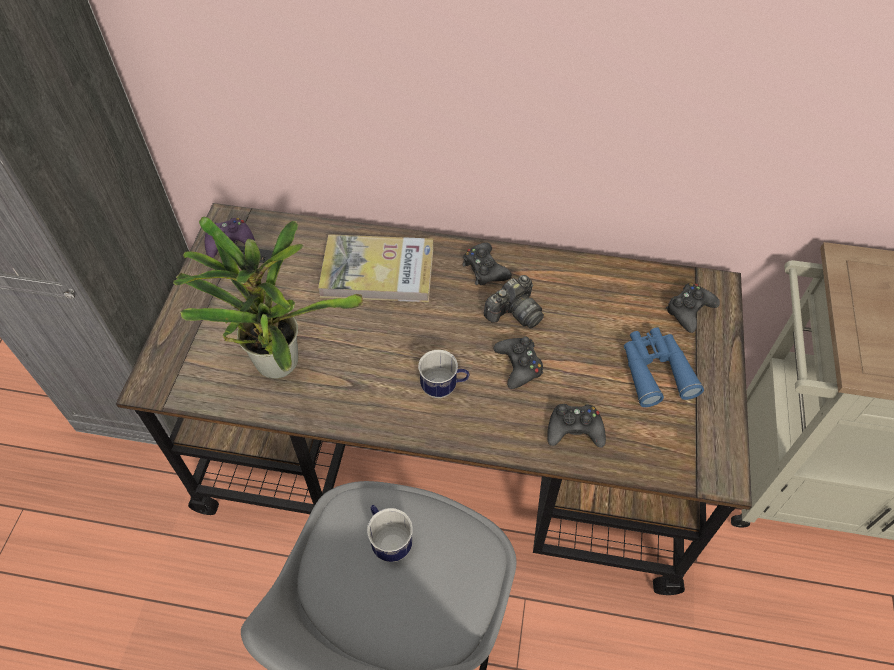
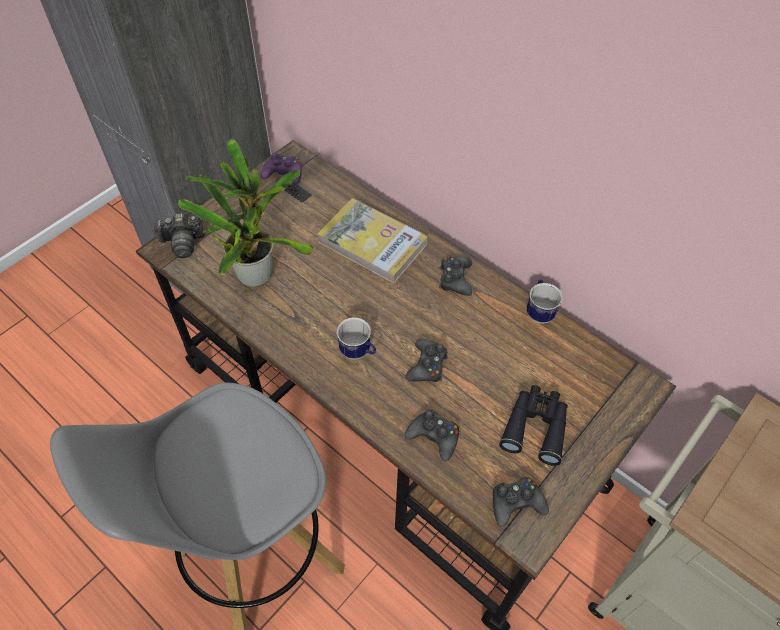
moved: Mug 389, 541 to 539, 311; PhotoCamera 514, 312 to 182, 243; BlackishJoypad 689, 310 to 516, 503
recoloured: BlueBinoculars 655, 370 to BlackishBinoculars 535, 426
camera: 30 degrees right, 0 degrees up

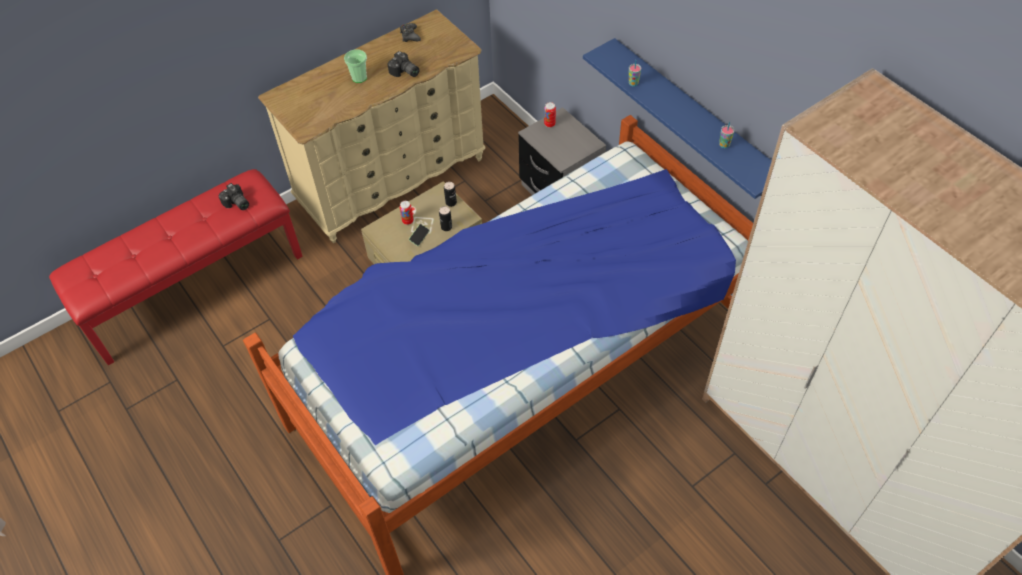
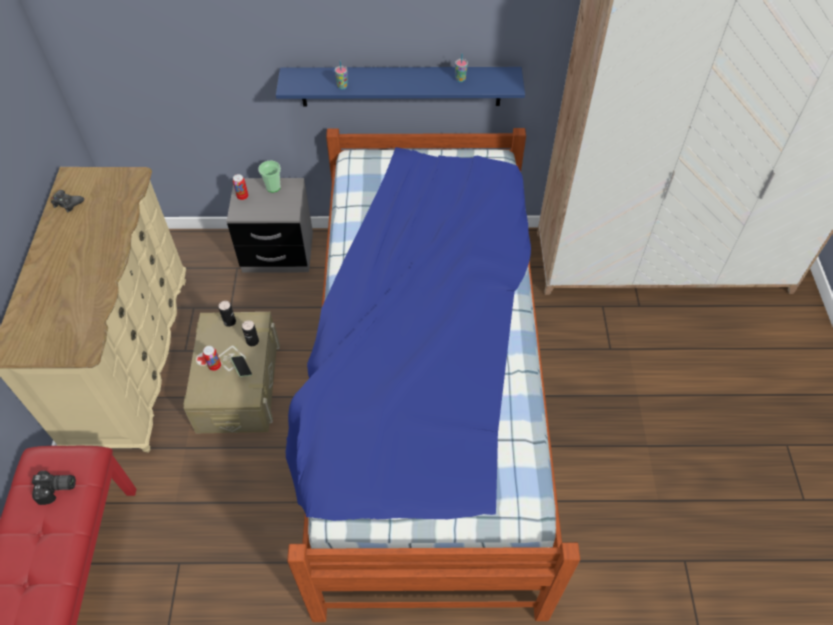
removed: PhotoCamera 404, 72
moved: SmallCup 359, 78 to 273, 187
camera: 55 degrees left, 0 degrees up

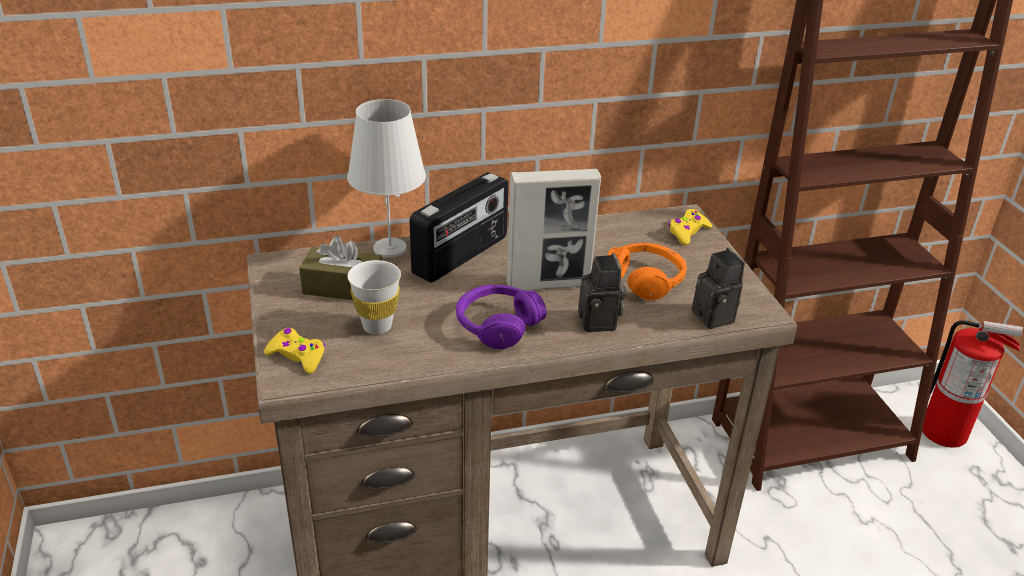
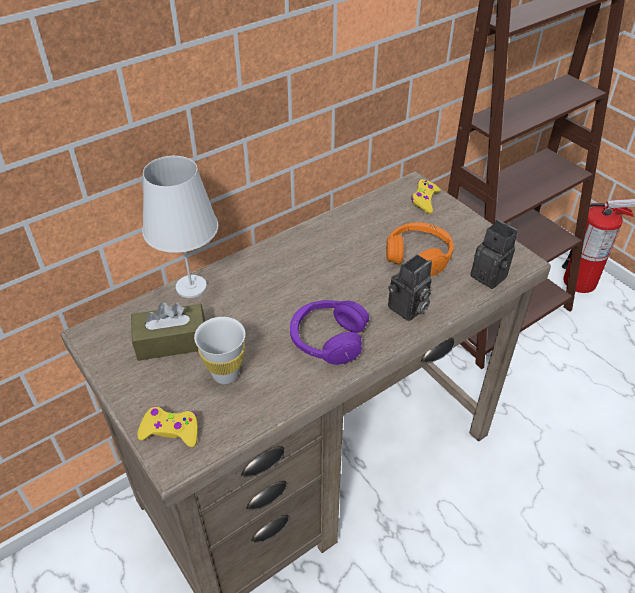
removed: RadioSet 461, 256; StandingFrame 548, 284
turned: PhotoCamera 600, 322 = 408, 309 75 degrees clockwise
camera: 20 degrees left, 10 degrees up

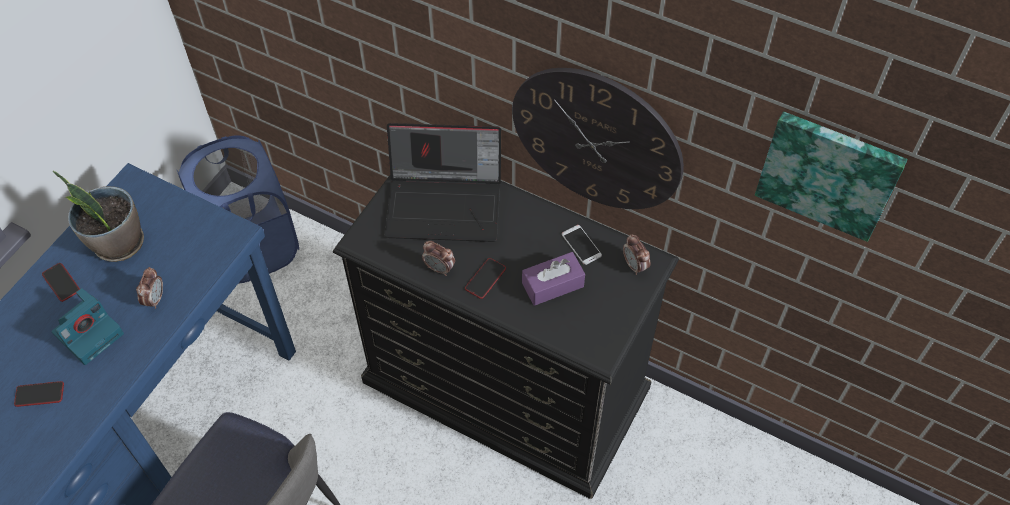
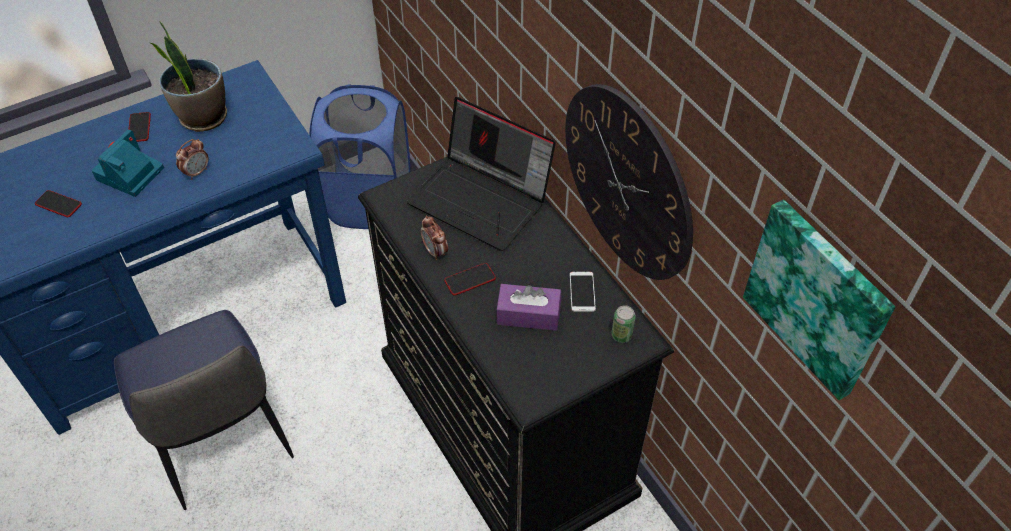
replaced: TableClock 635, 265 to Can 621, 335
turned: PhotoCamera 89, 332 = 129, 175 135 degrees clockwise
camera: 30 degrees right, 5 degrees down

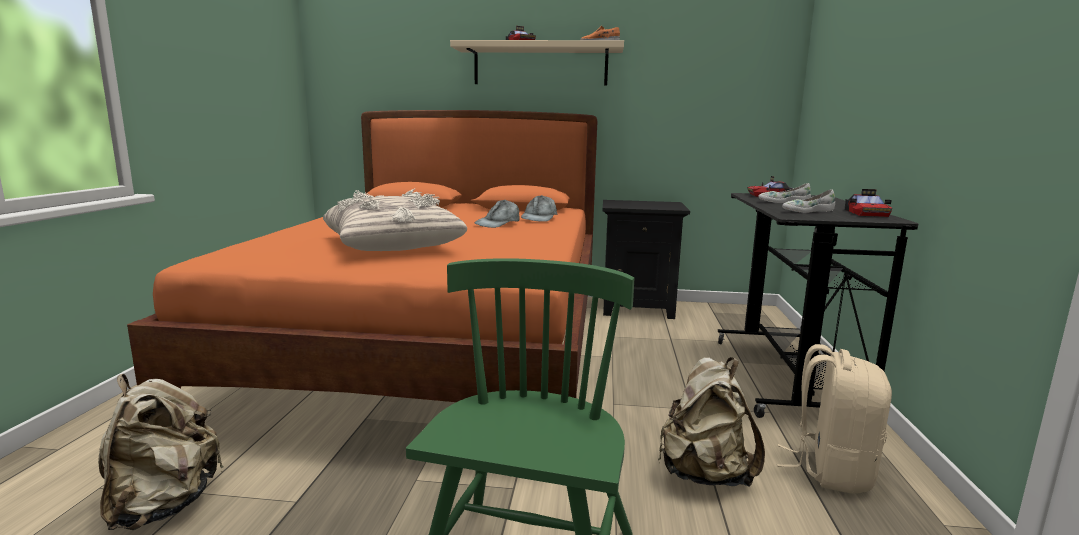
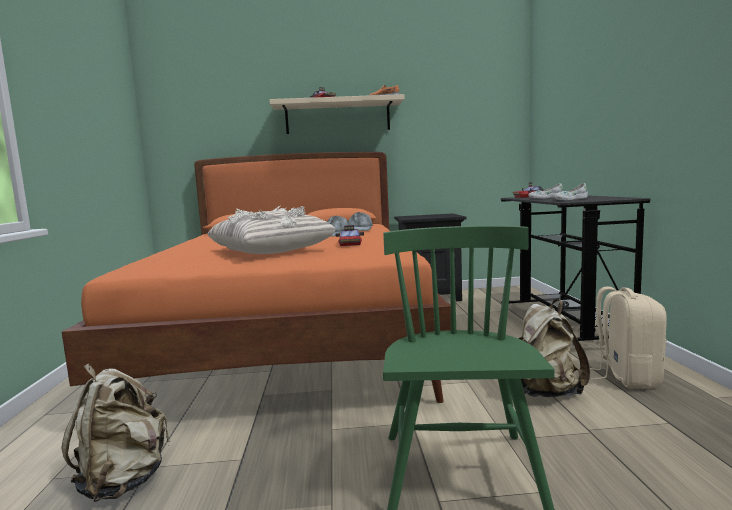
moved: ToyCar 866, 213 to 350, 243
camera: 10 degrees left, 5 degrees down

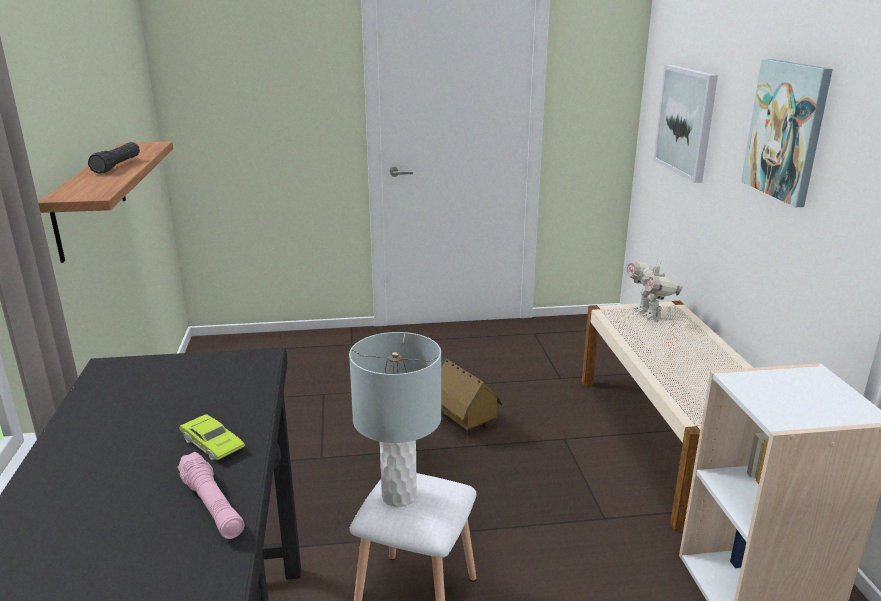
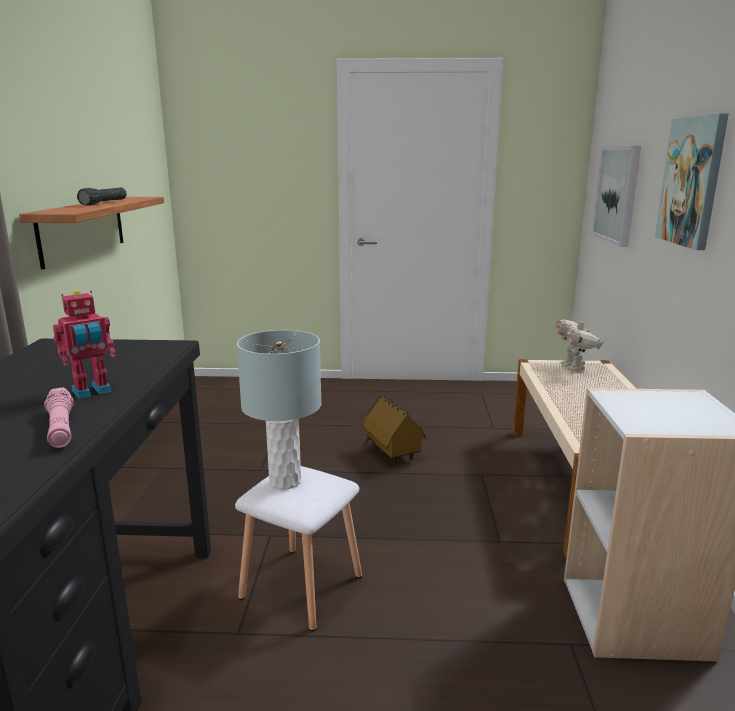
replaced: GreenToyCar 212, 444 to ModelRobot 92, 392
camera: 10 degrees right, 5 degrees down

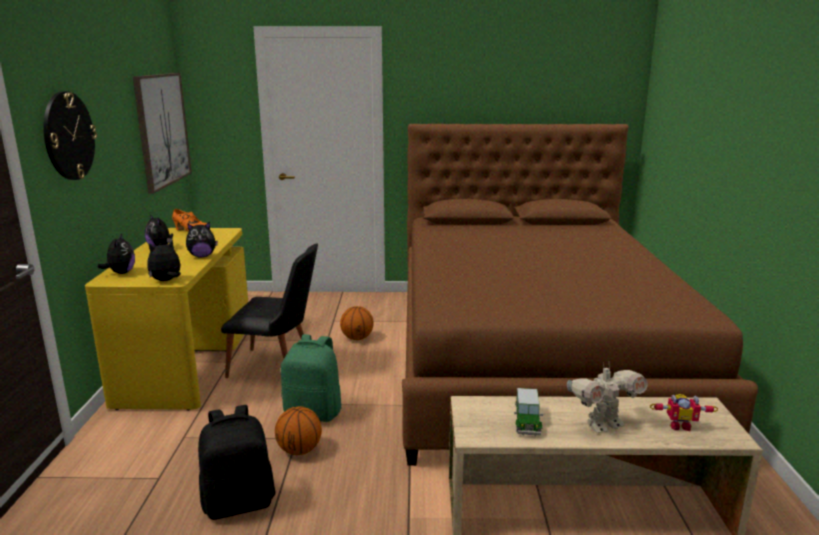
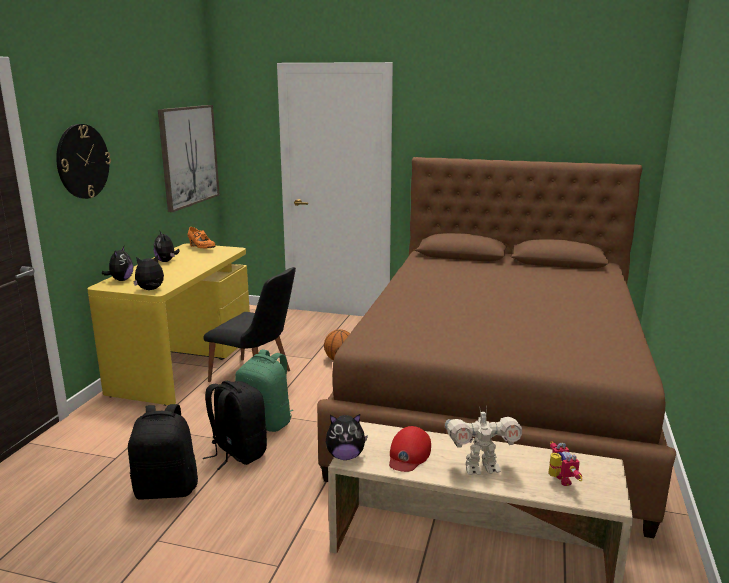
moved: CuddlyToy 202, 256 to 345, 456
replaced: BallForBasketball 299, 450 to BlackishRucksack 237, 453; ToyCar 527, 422 to RedColouredPeakedCap 408, 454
turned: ModelRobot 679, 425 = 559, 480 120 degrees counterclockwise
camera: 15 degrees right, 0 degrees up

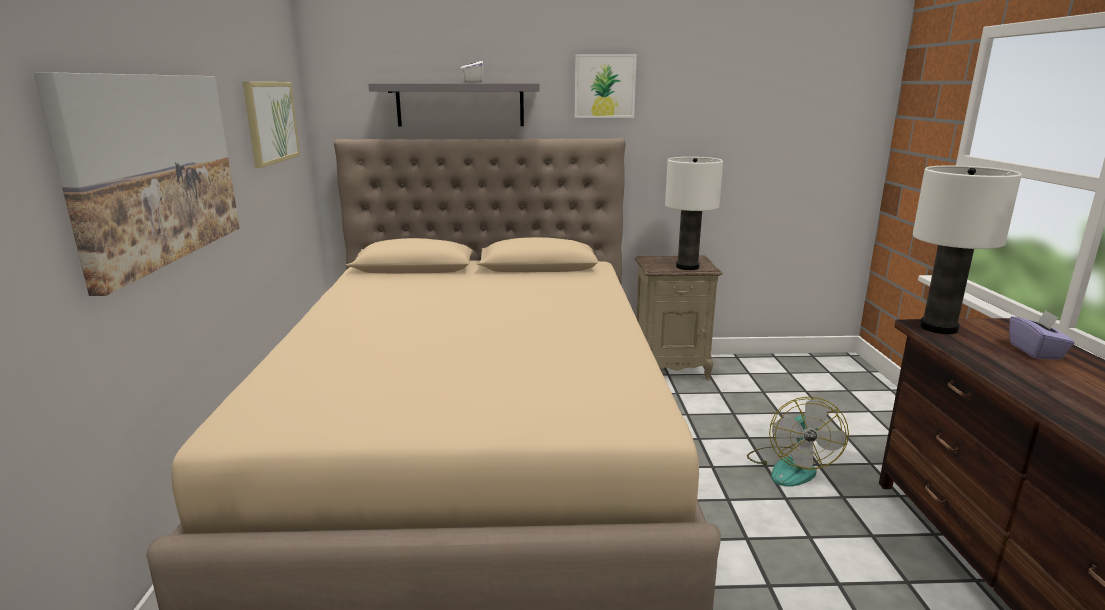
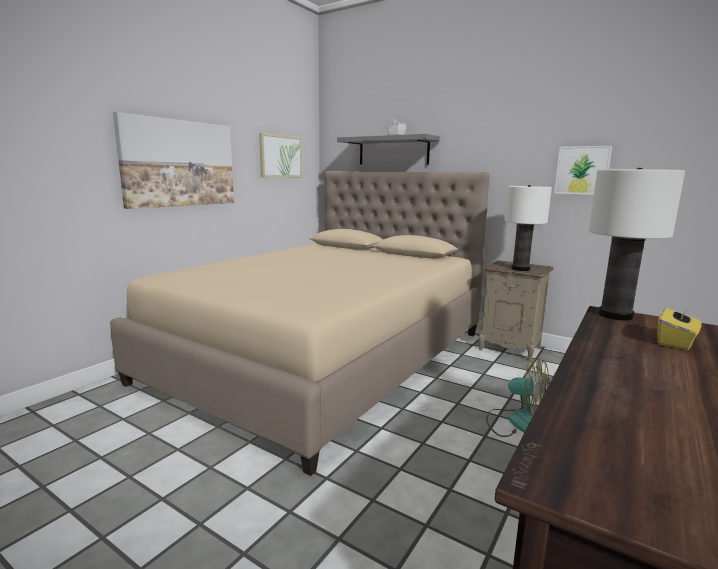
moved: Picture 605, 86 to 582, 170
recoloured: PurpleTissueHolder 1035, 351 to YellowishTissueHolder 675, 342
turned: Fan 790, 467 = 517, 422 105 degrees counterclockwise
camera: 35 degrees right, 5 degrees down

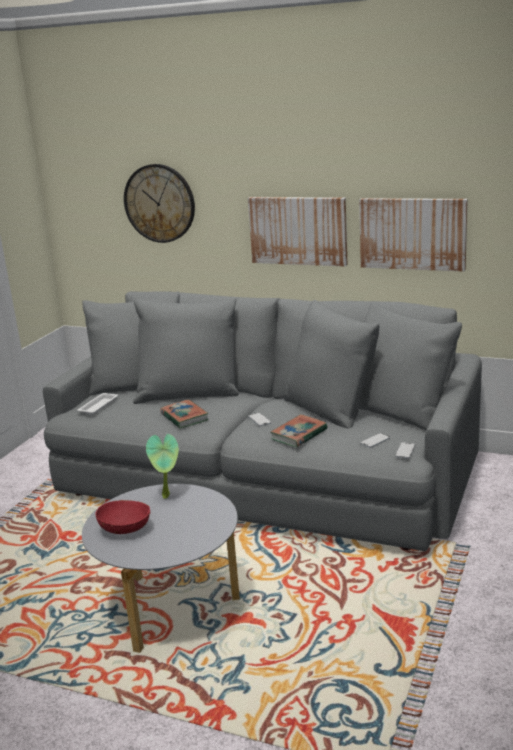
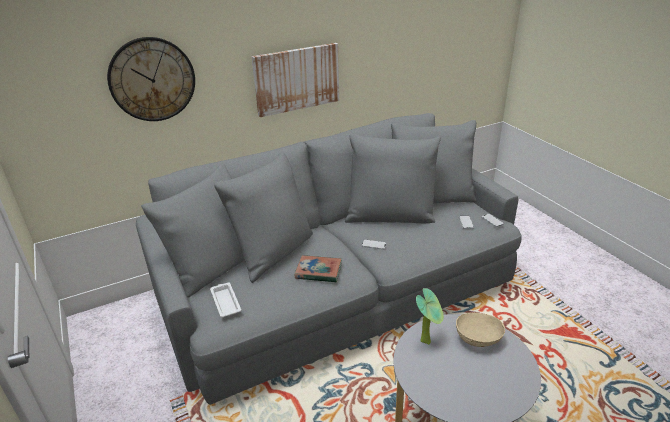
removed: RedColouredBowl 125, 529; Book 299, 434; Picture 412, 233
added: SandColouredBowl 478, 339
camera: 50 degrees left, 10 degrees up

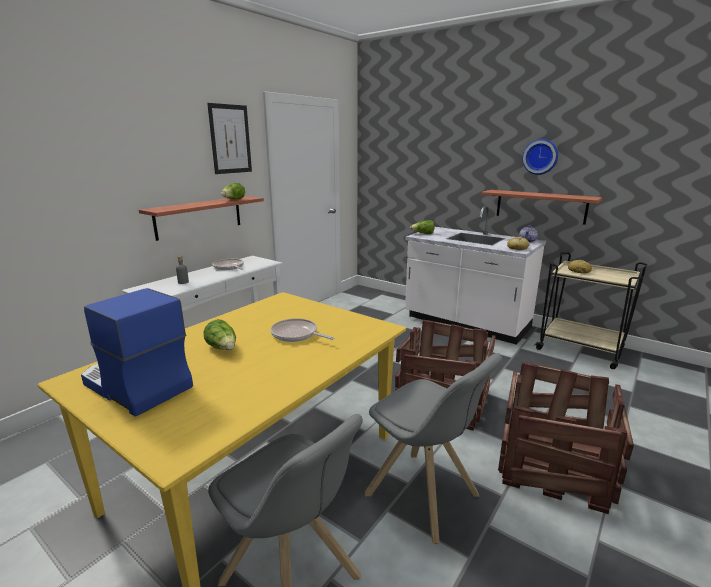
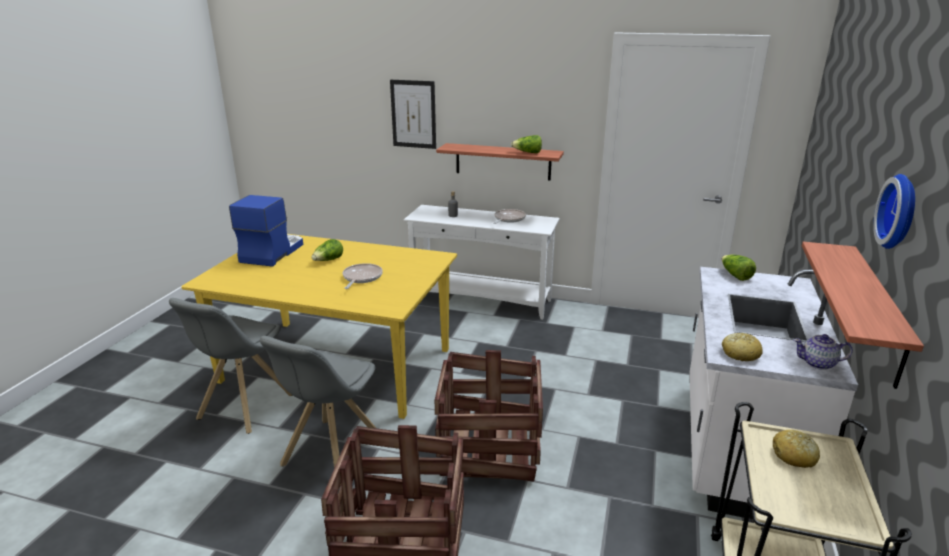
moved: Picture 230, 139 to 413, 114
camera: 70 degrees right, 5 degrees up

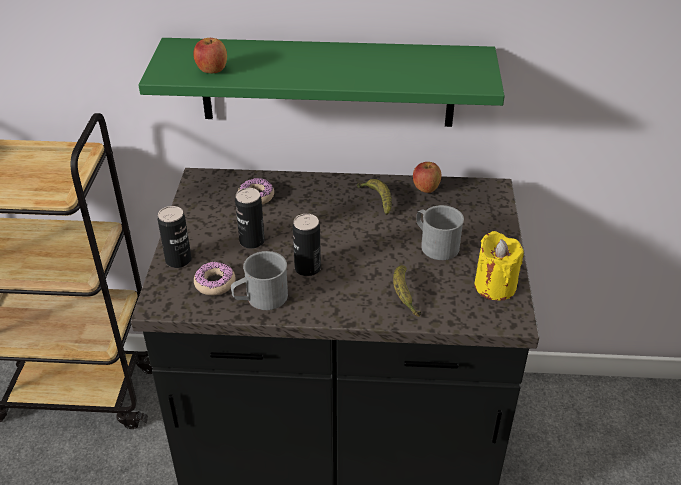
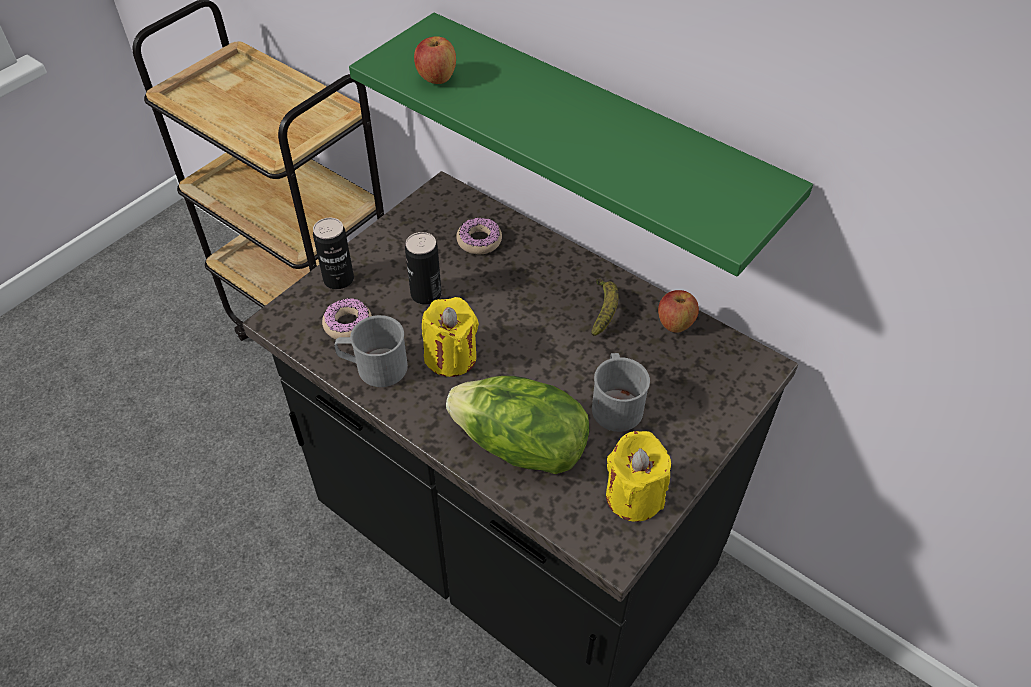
replaced: Can 307, 268 to YellowishCandle 451, 357; BananaFruit 404, 295 to Lettuce 520, 447
camera: 35 degrees right, 10 degrees up

